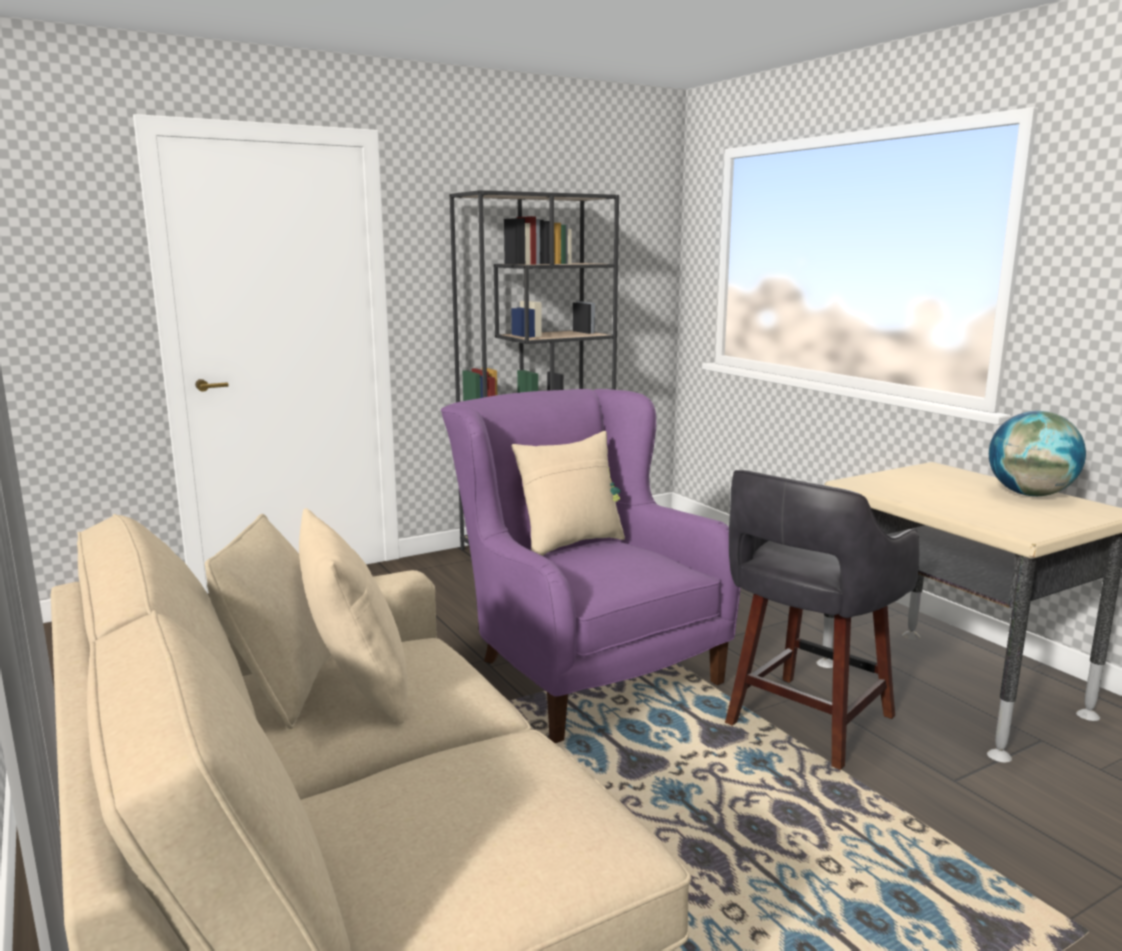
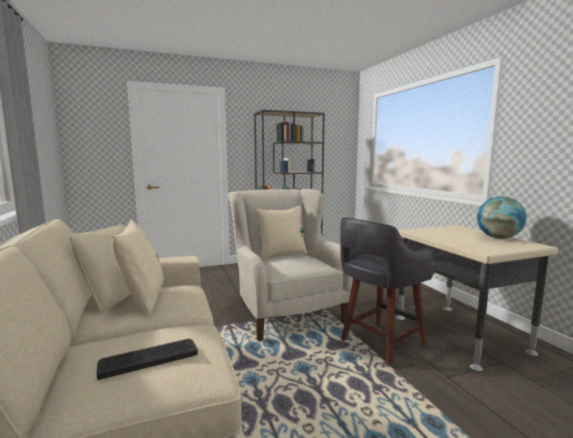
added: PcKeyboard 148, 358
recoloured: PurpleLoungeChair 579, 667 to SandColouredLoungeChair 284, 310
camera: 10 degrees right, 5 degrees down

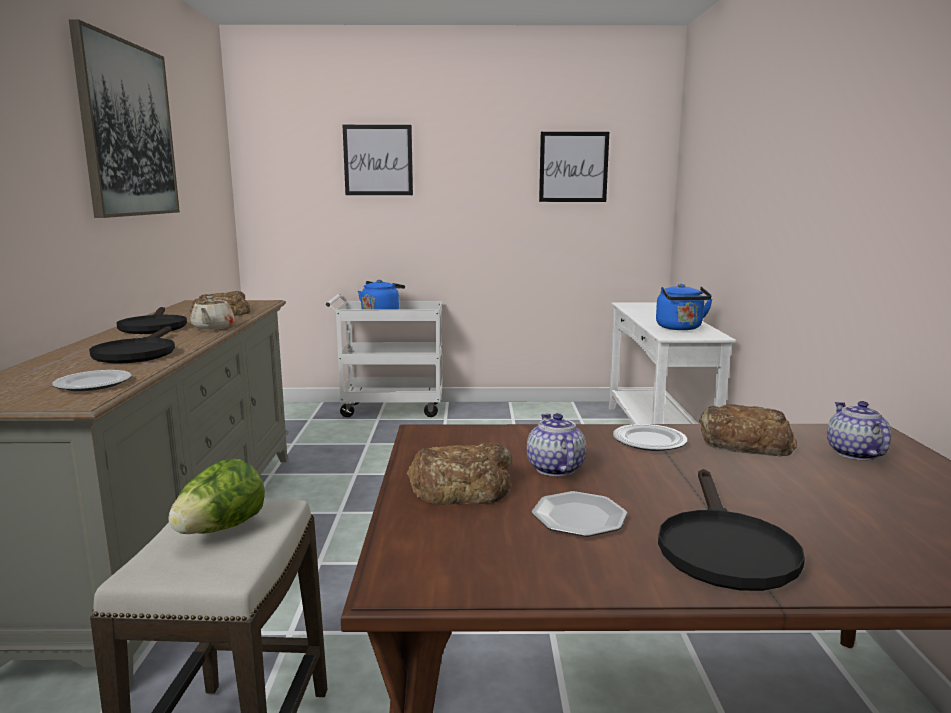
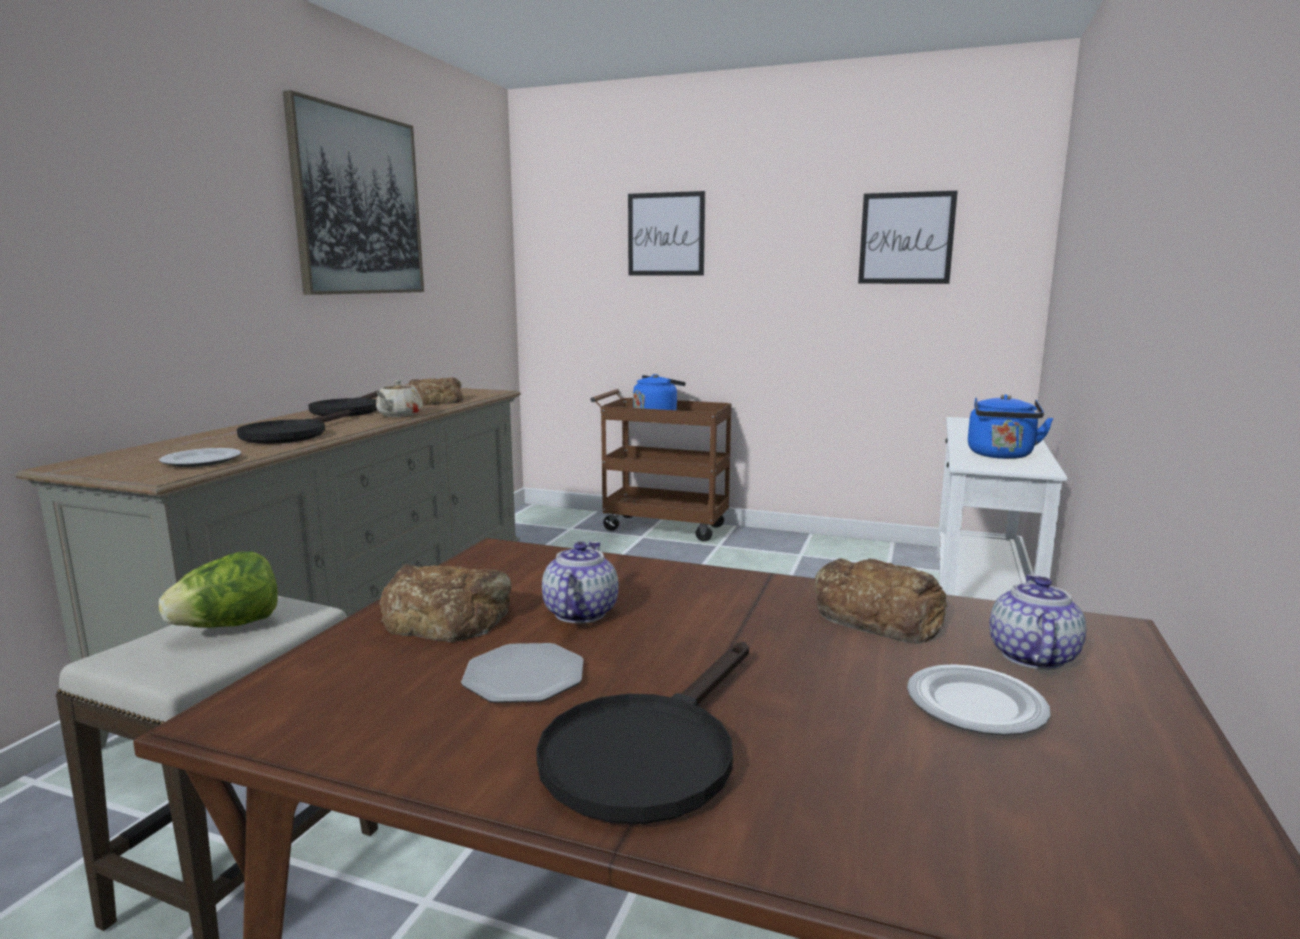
moved: DinnerPlate 649, 441 to 976, 705
recoloured: WhiteColouredTrolley 389, 410 to BrownTrolley 662, 528
camera: 20 degrees right, 0 degrees up

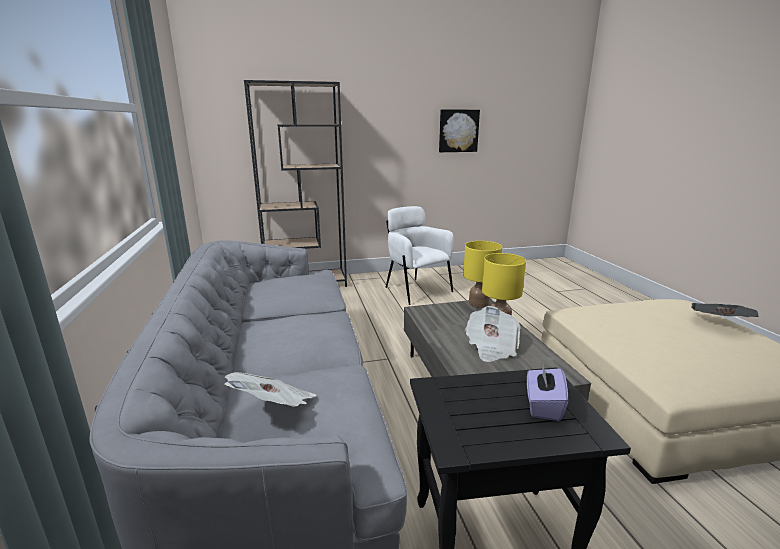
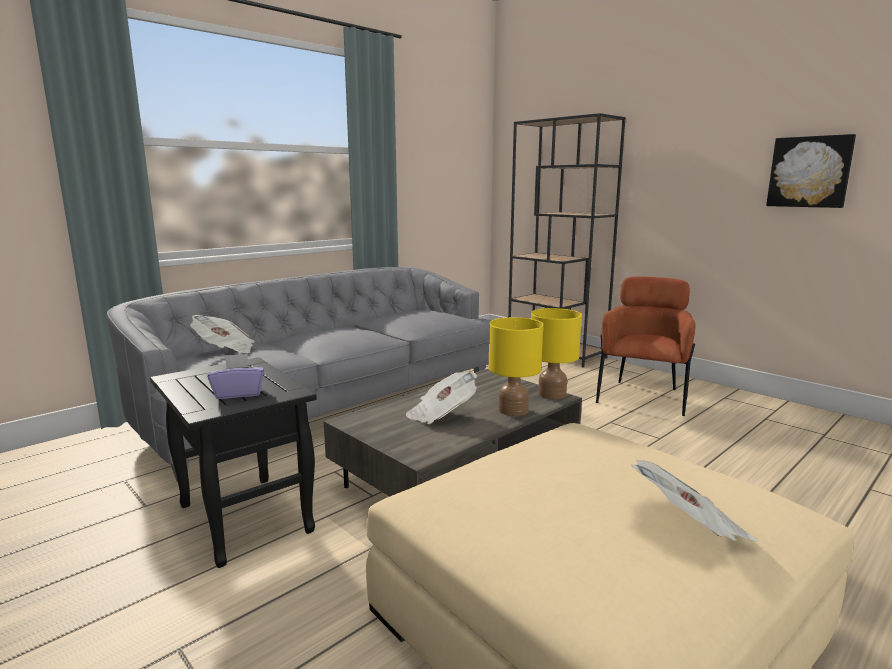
recoloured: WhiteColouredLoungeChair 415, 290 to BrownLoungeChair 642, 397
camera: 60 degrees right, 5 degrees down

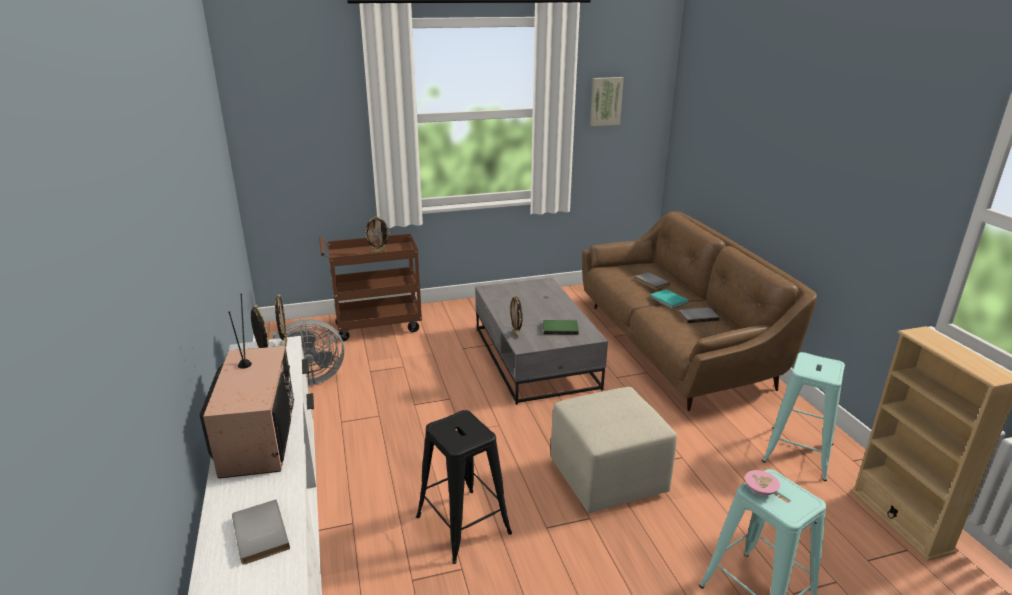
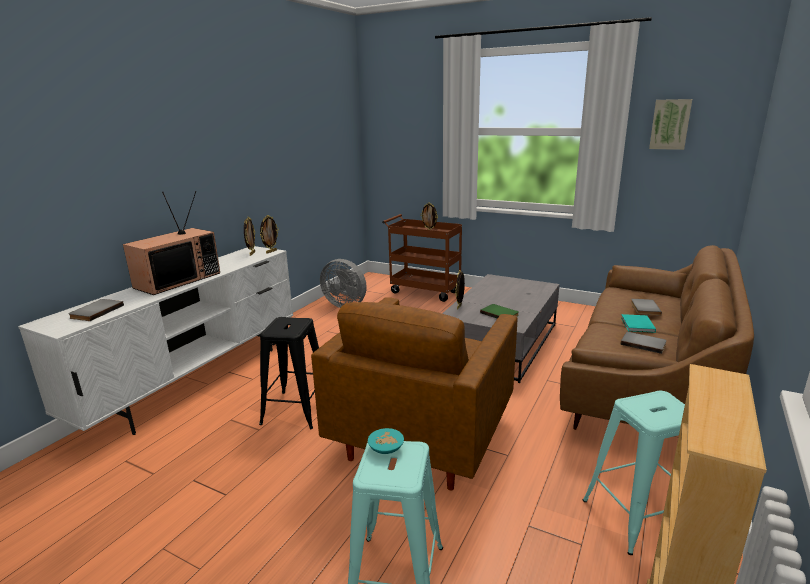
replaced: SandColouredOttoman 606, 479 to BrownLoungeChair 422, 435
recoloured: PinkColouredBowl 761, 489 to TurquoiseBowl 387, 448
camera: 45 degrees right, 5 degrees down

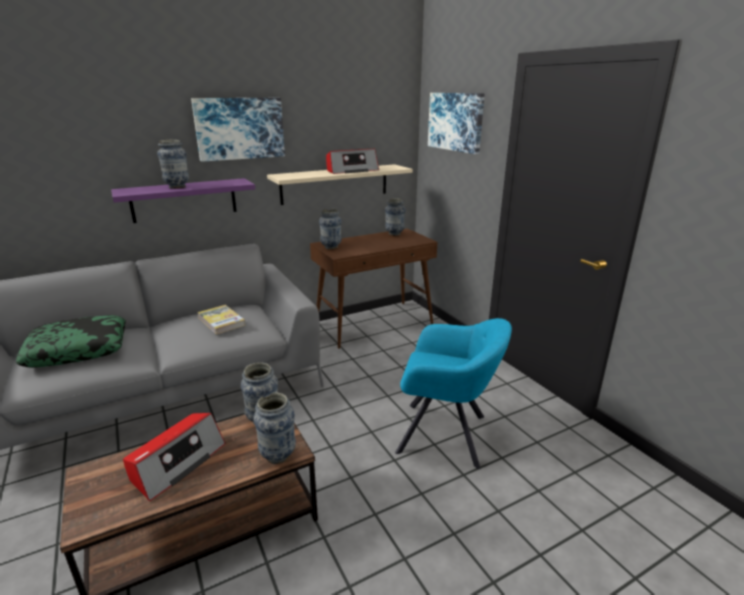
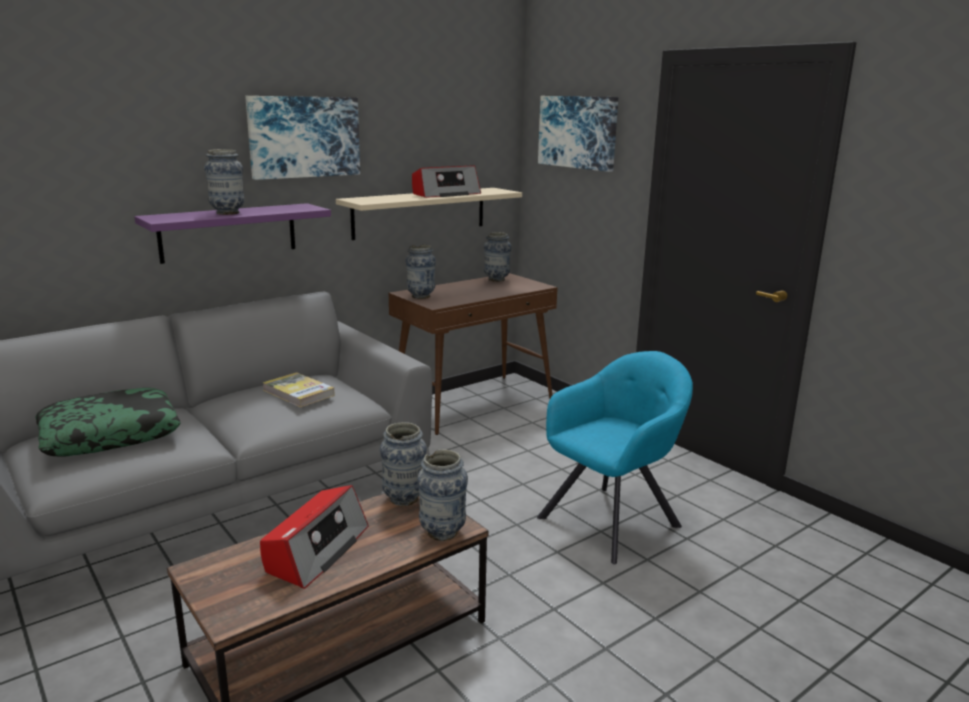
turned: TurquoiseLoungeChair 446, 434 = 612, 519 45 degrees counterclockwise
camera: 10 degrees left, 5 degrees down

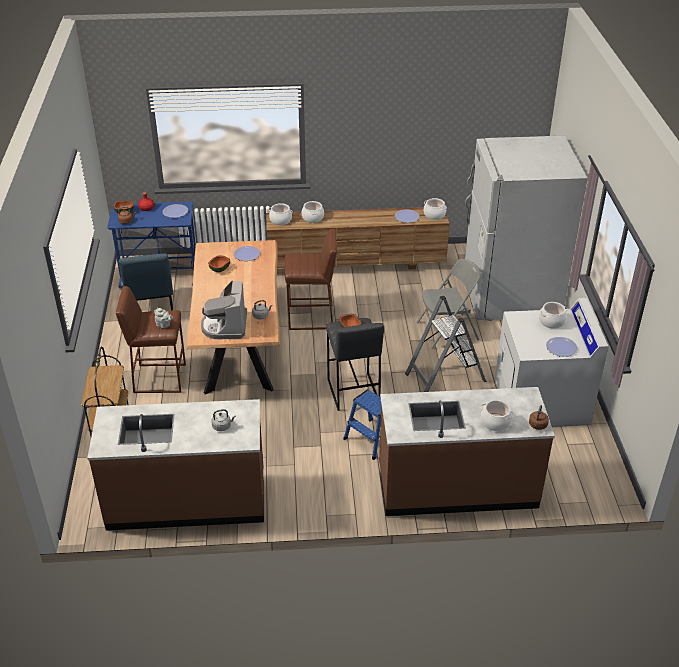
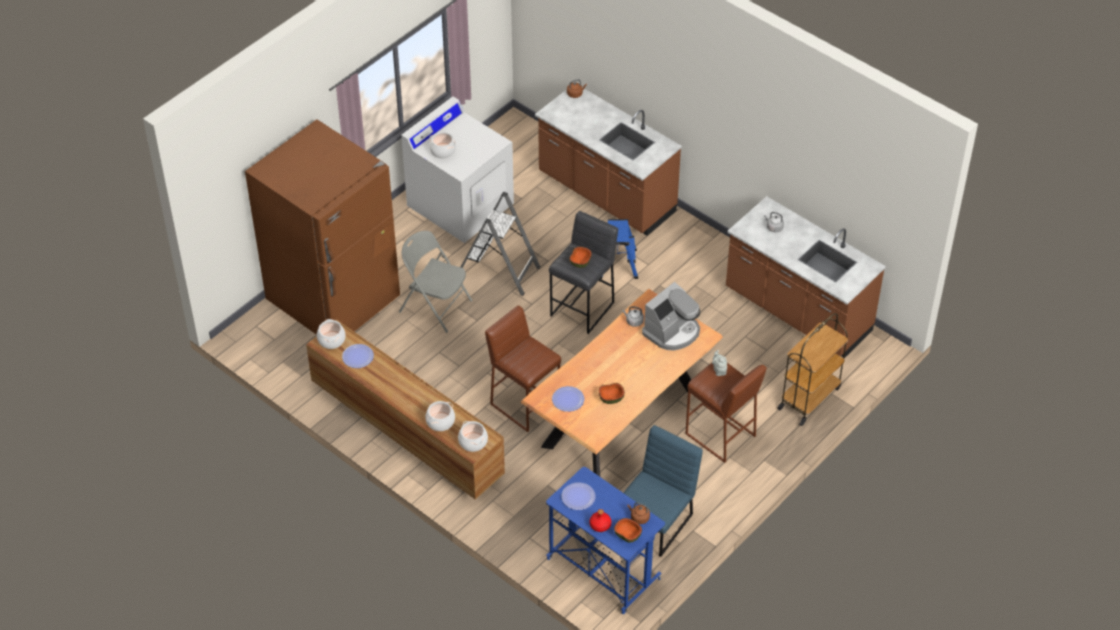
removed: Stockpot 495, 422; DinnerPlate 561, 347
recoloured: WhiteColouredKitchenFridge 511, 297 to BrownKitchenFridge 334, 298
camera: 135 degrees left, 10 degrees up

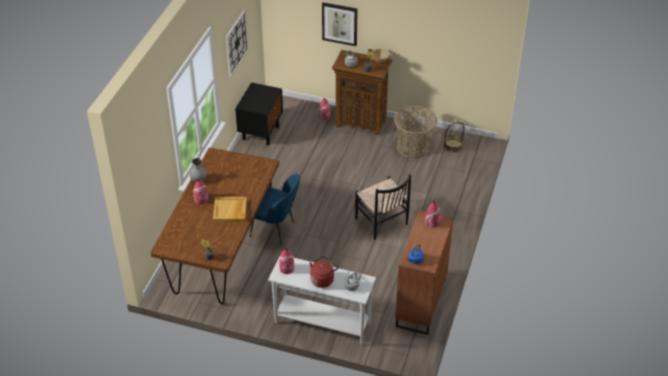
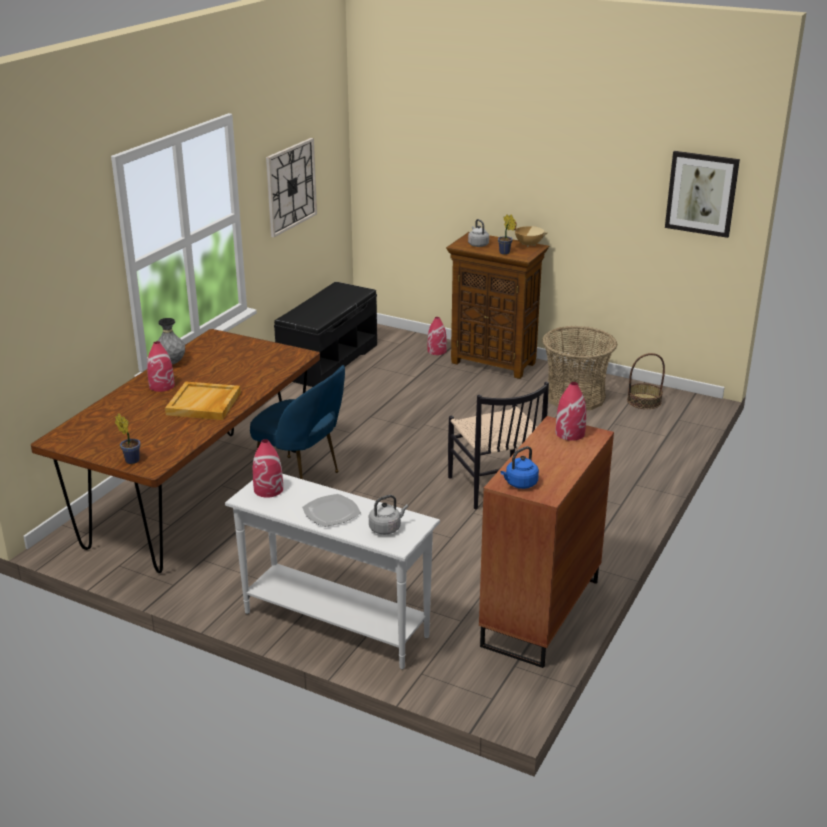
moved: Picture 340, 23 to 701, 193
replaced: BlackishNightTable 261, 132 to BlackishLongSeat 328, 361; RedColouredKettle 323, 279 to DinnerPlate 332, 512
camera: 10 degrees right, 15 degrees down

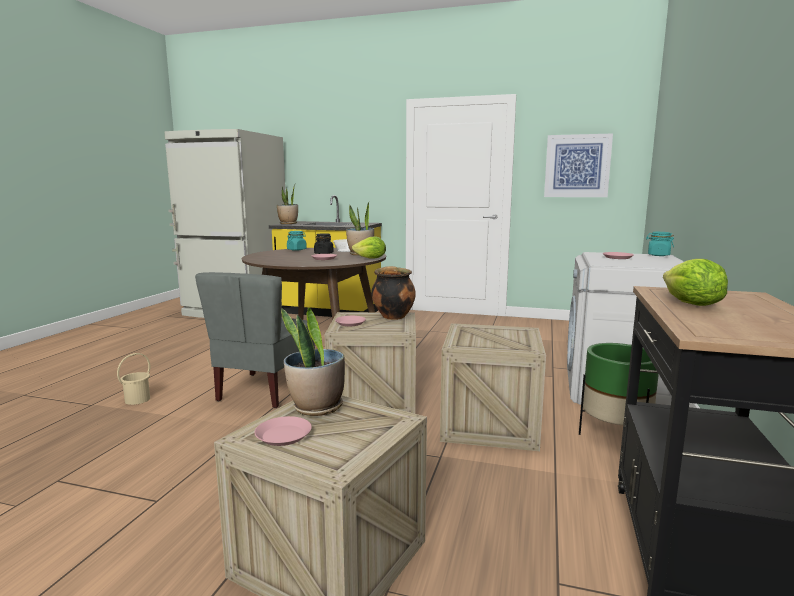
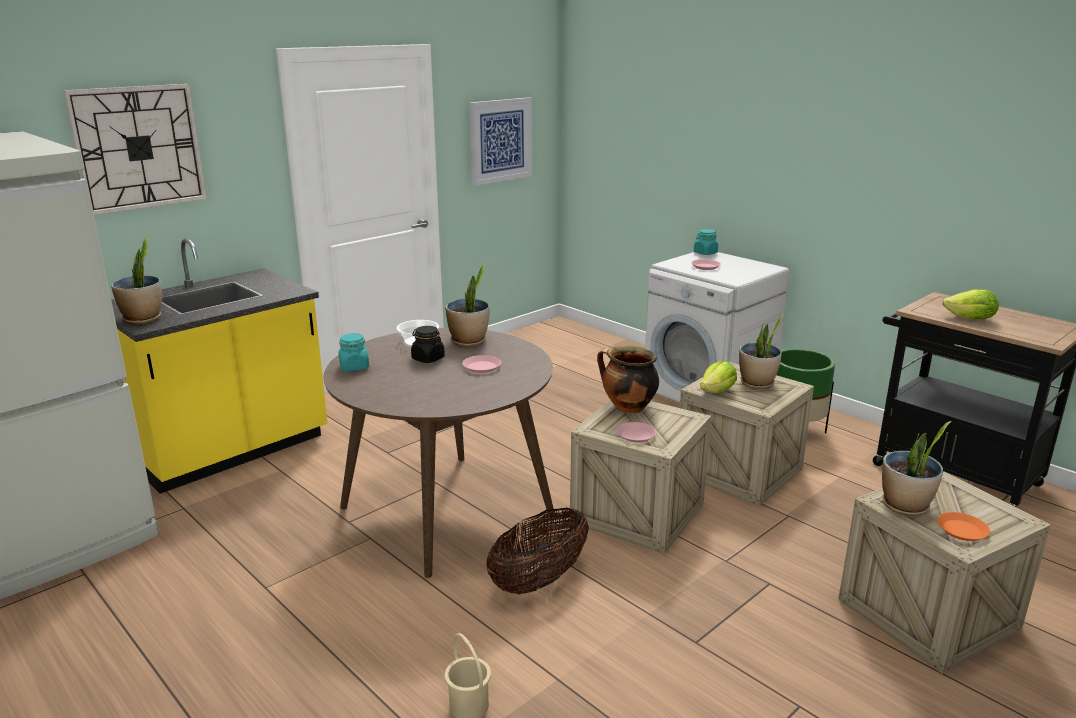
added: HangingClock 138, 148; Houseplant 757, 383
moved: Lettuce 370, 258 to 717, 391
replaced: GreyPlainChair 265, 390 to HouseholdBasket 539, 580
recoloured: PinkColouredDinnerPlate 283, 435 to OrangeColouredDinnerPlate 961, 530
camera: 60 degrees left, 10 degrees up

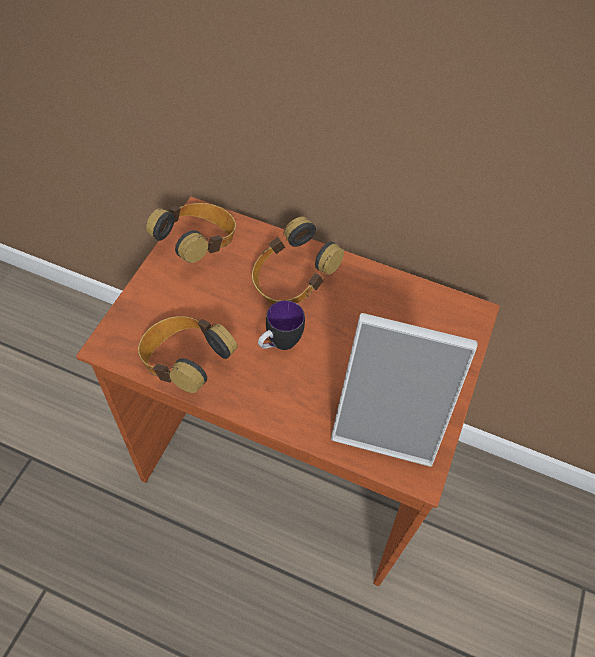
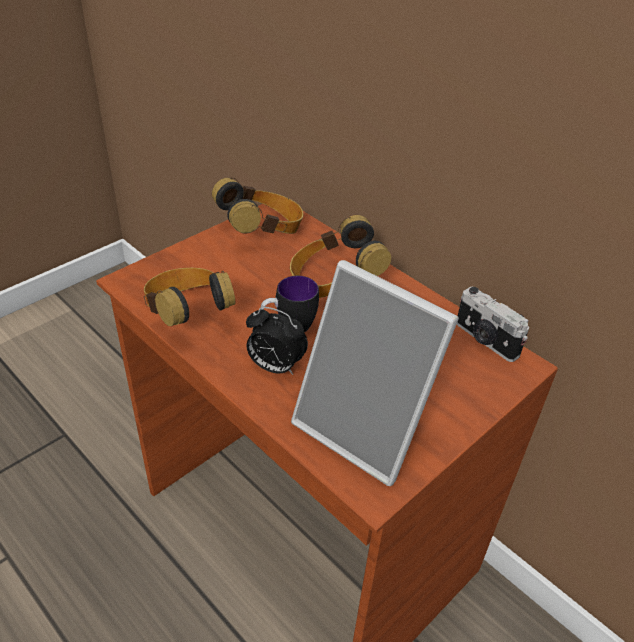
added: TableClock 274, 367; PhotoCamera 485, 340
camera: 25 degrees right, 15 degrees down

